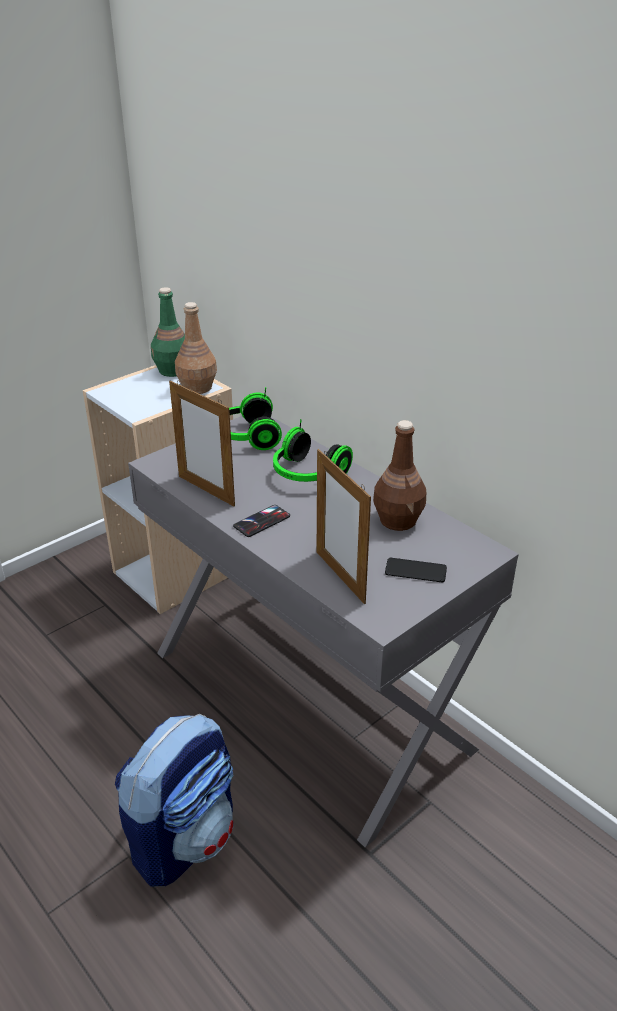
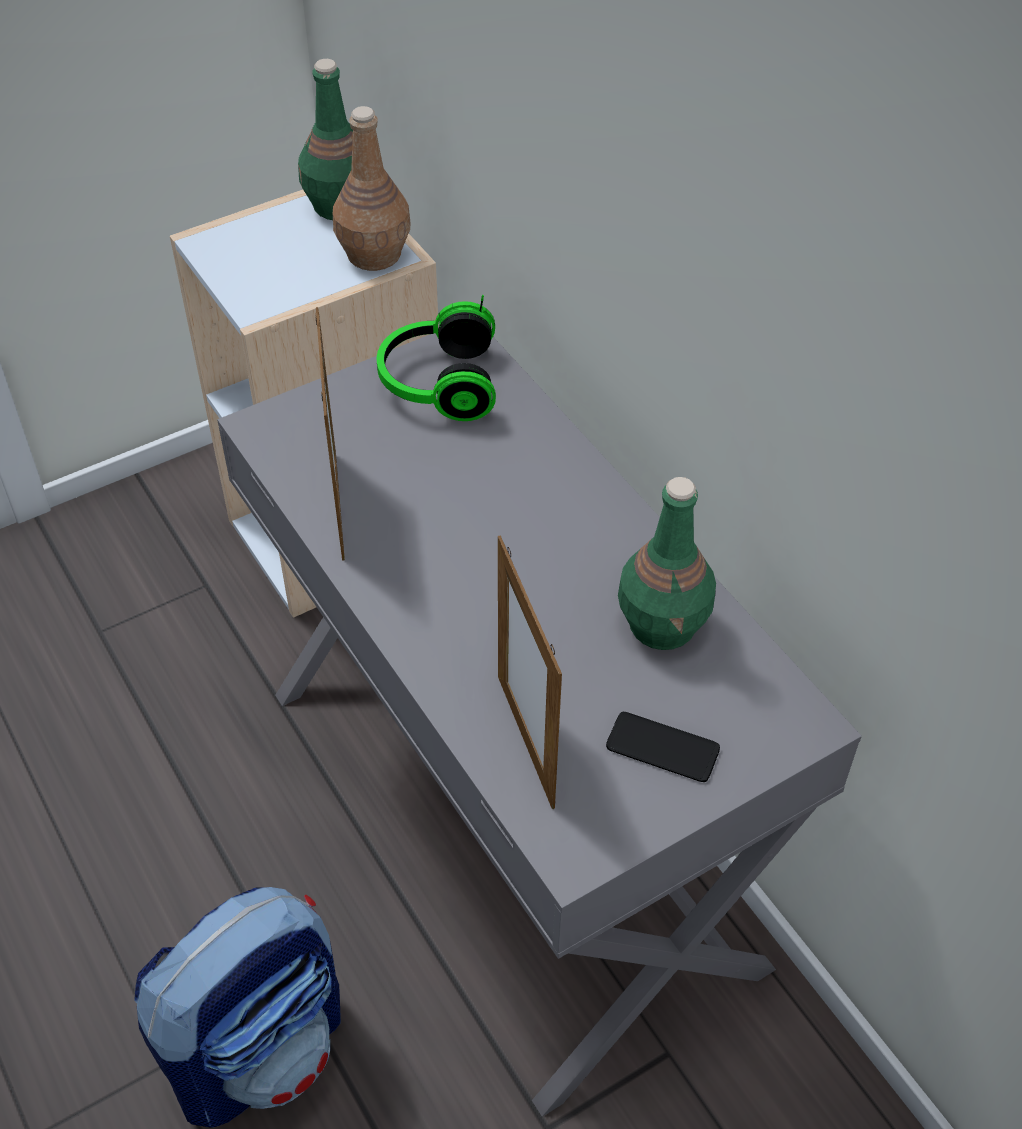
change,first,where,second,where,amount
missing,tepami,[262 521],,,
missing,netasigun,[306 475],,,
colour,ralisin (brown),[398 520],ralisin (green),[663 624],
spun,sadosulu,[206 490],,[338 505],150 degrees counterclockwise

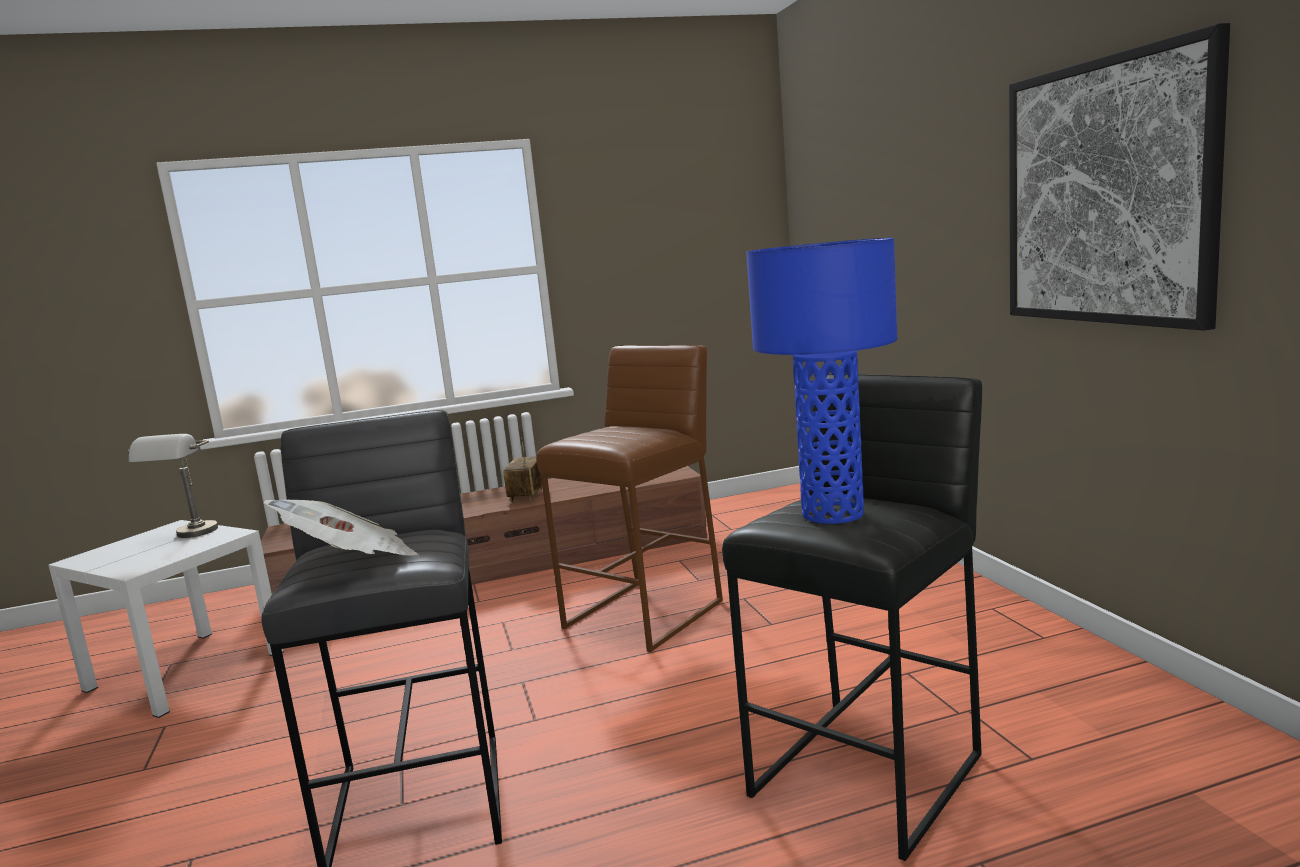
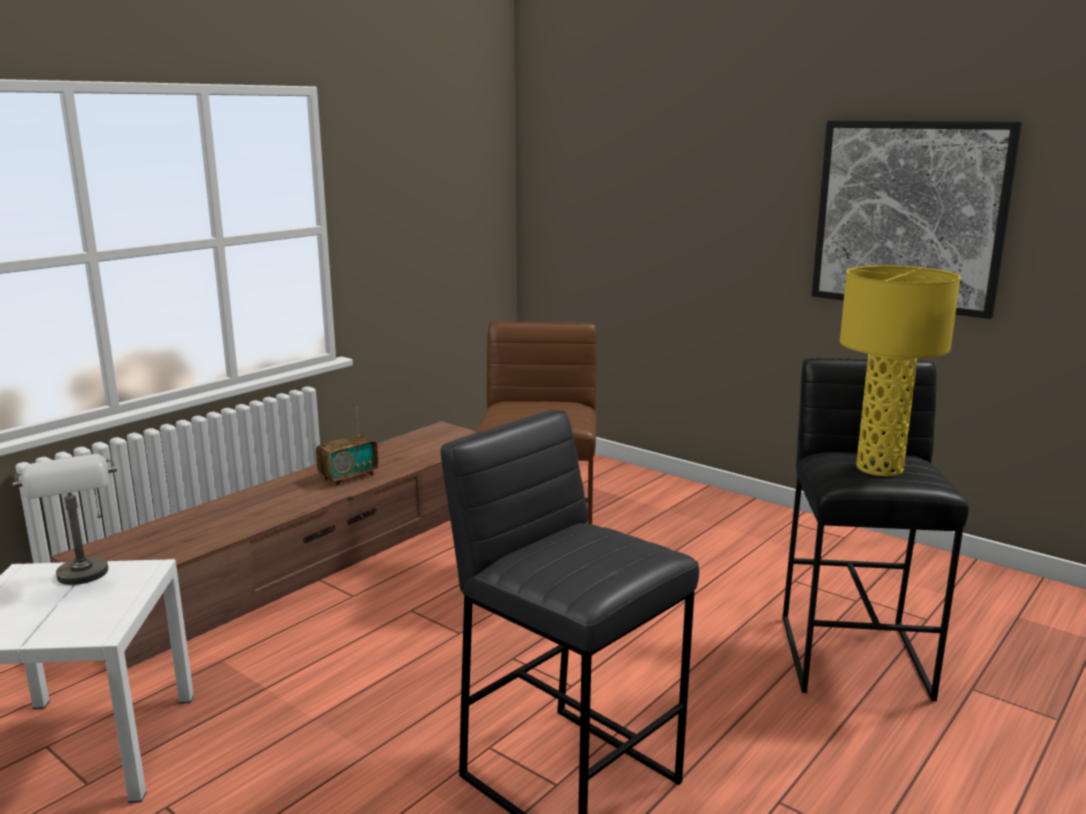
change,first,where,second,where,amount
missing,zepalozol,[351 561],,,
colour,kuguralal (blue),[833 513],kuguralal (yellow),[879 468],
spun,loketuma,[527 495],,[348 477],105 degrees counterclockwise

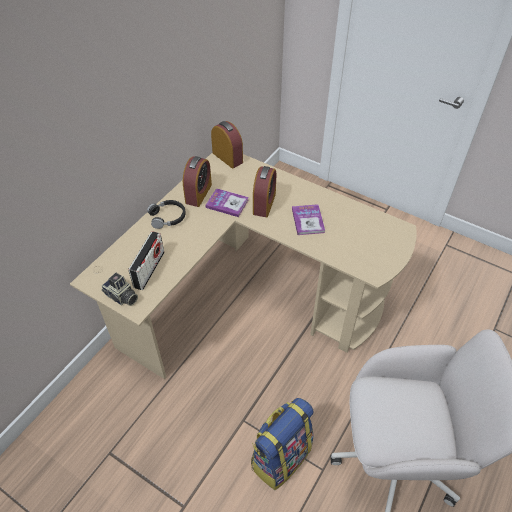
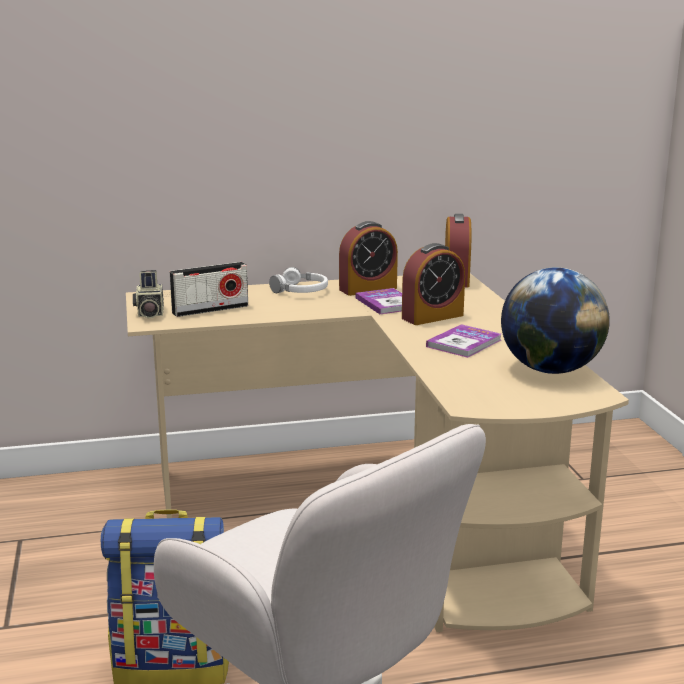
change,first,where,second,where,amount
appeared,,,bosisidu,[550 370],
colour,netasigun (black),[167 217],netasigun (white),[300 291],

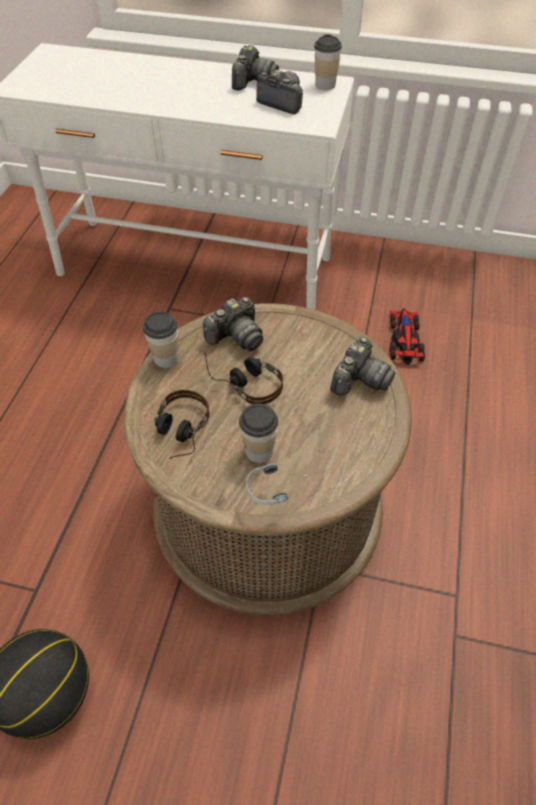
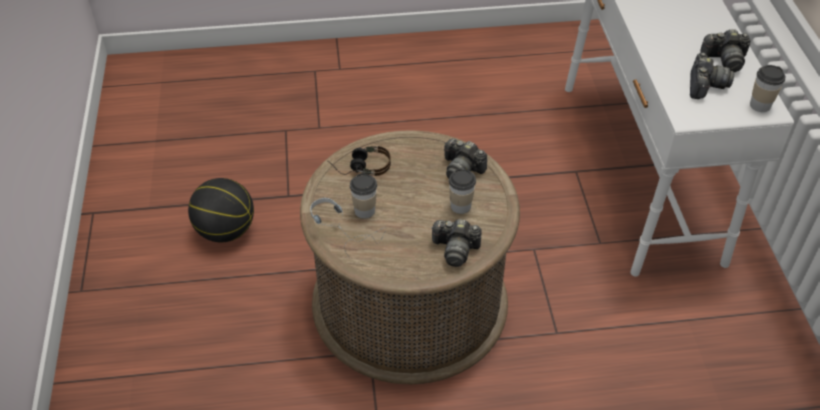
change,first,where,second,where,amount
missing,netasigun,[244 381],,,
missing,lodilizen,[404 338],,,
relocated,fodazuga,[166 358],,[460 206],

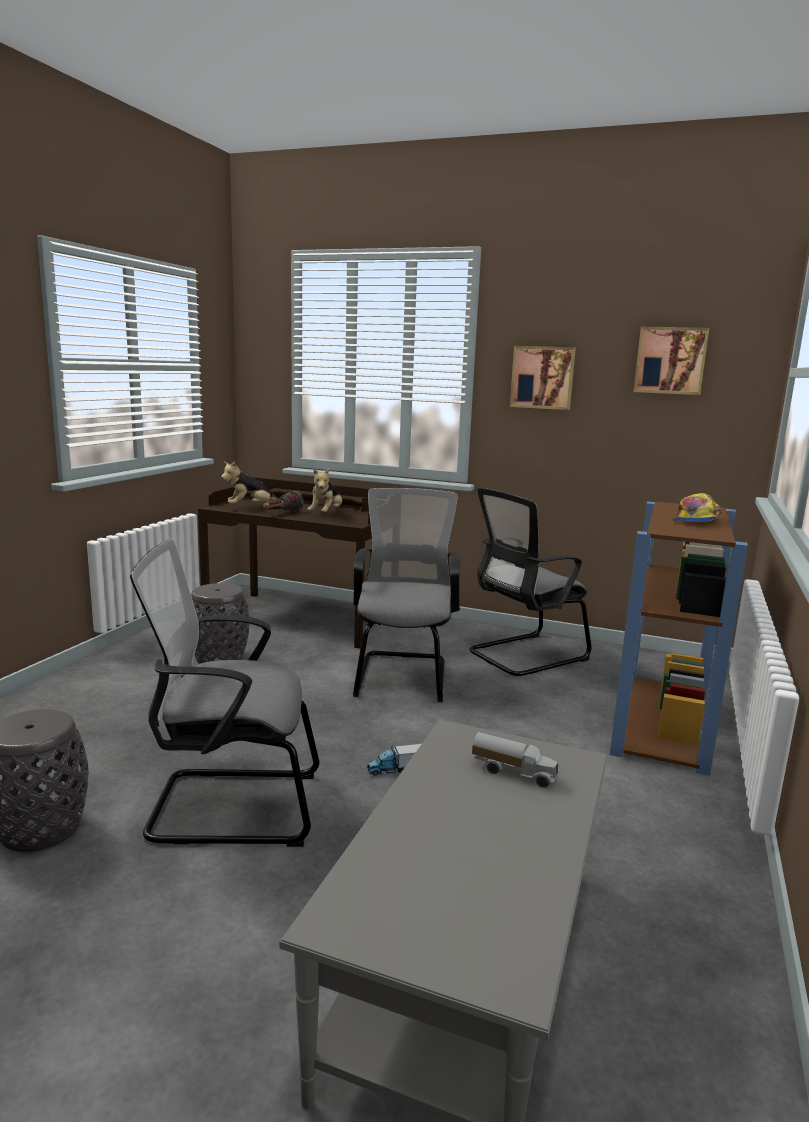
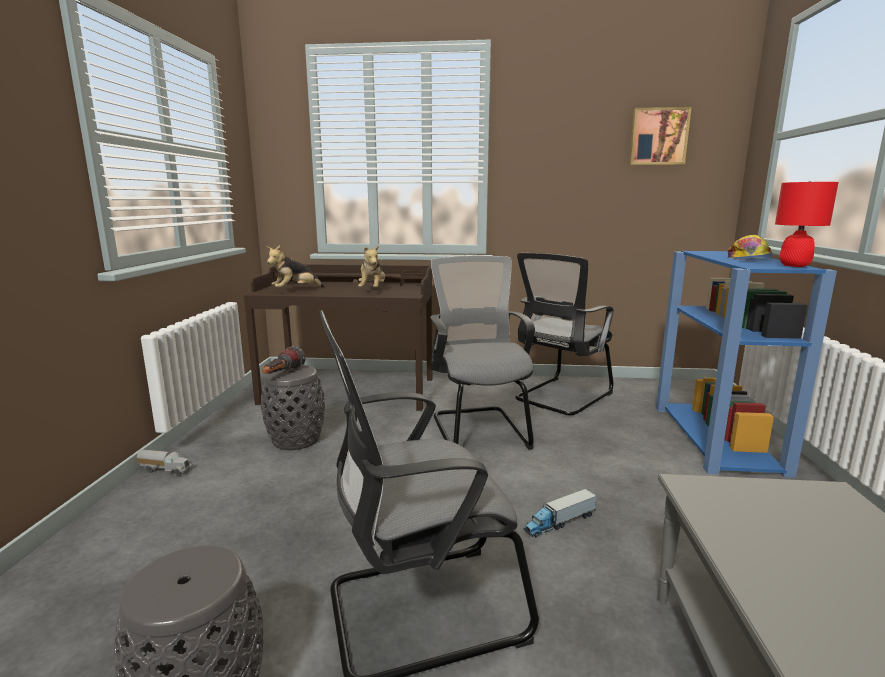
change,first,where,second,where,amount
missing,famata,[542 377],,,
appeared,,,kuguralal (red),[795 266],
relocated,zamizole,[281 513],,[282 374],
relocated,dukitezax,[514 772],,[166 470],
colour,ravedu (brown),[661 724],ravedu (blue),[715 438],

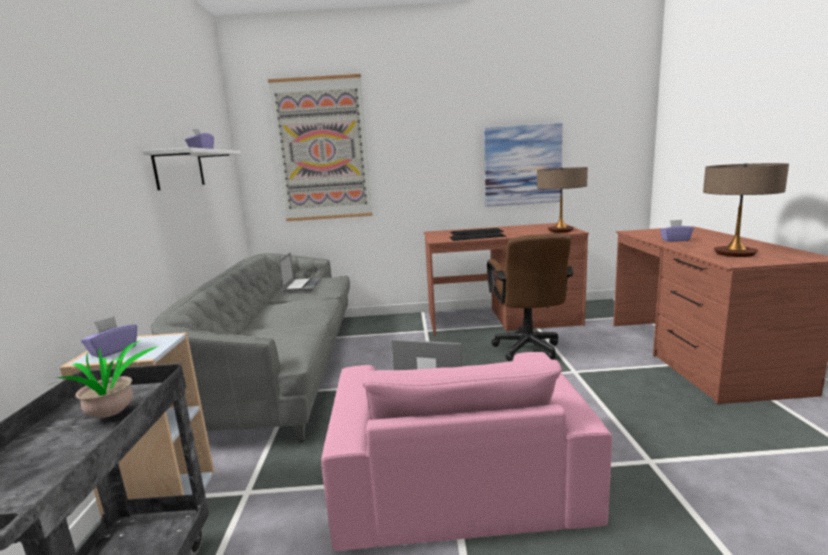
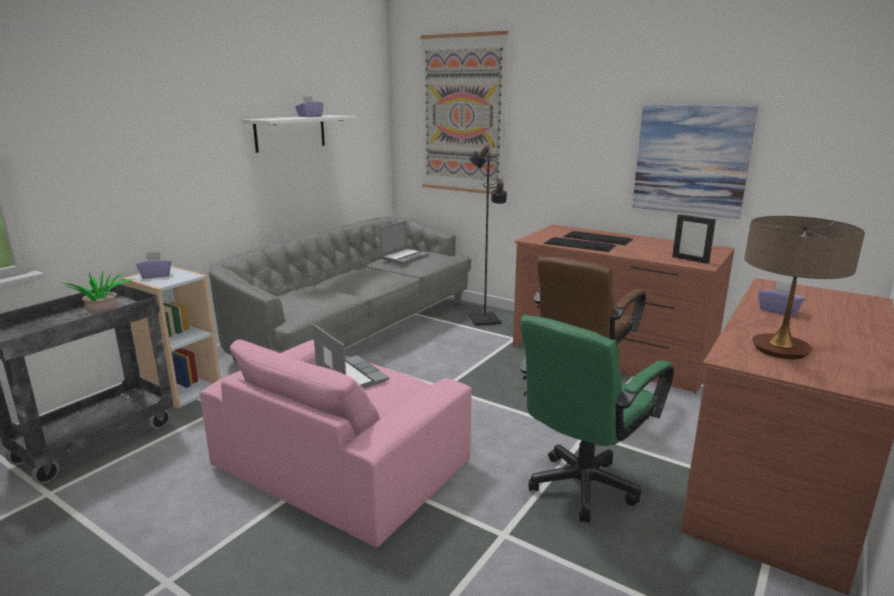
change,first,where,second,where,amount
appeared,,,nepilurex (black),[485 320],
appeared,,,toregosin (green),[580 491],
exchanged,kuguralal,[560 230],sadosulu,[690 259],

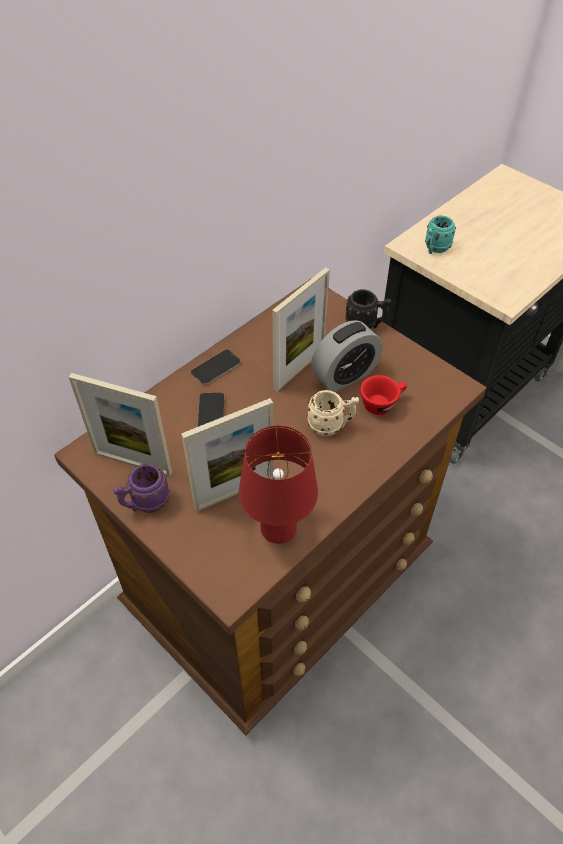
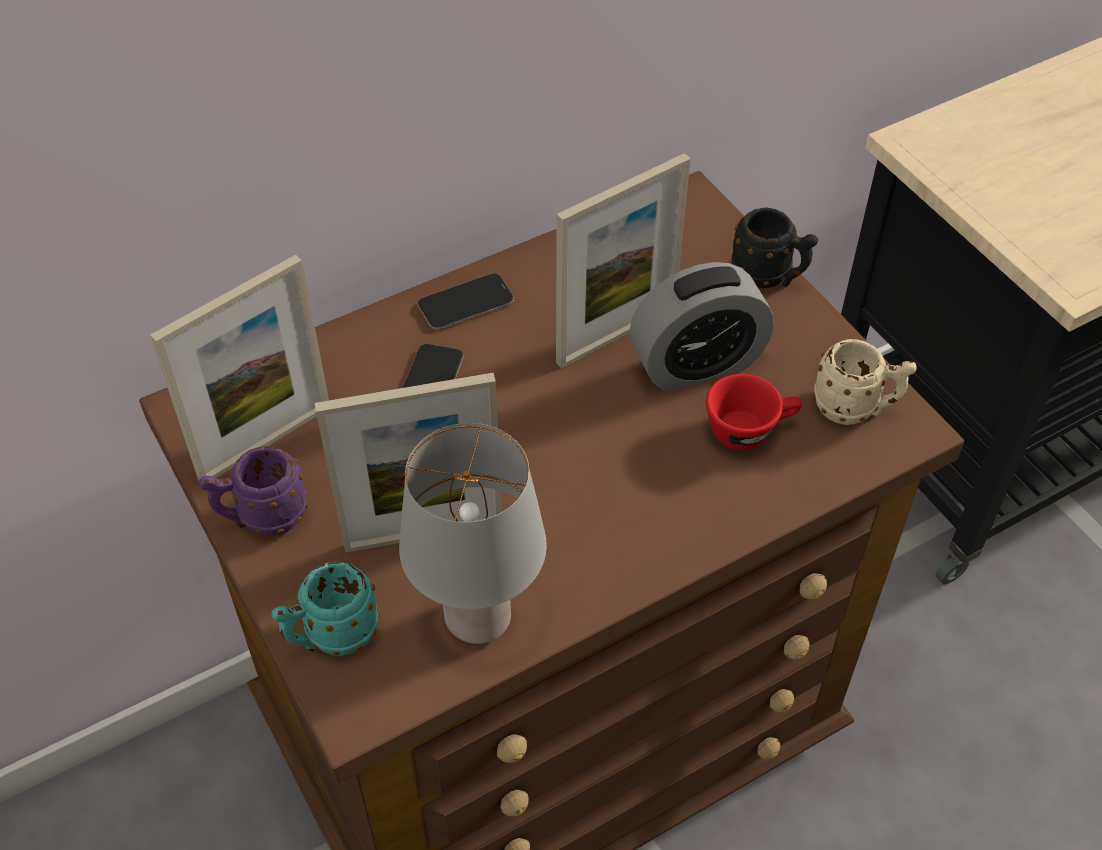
change,first,where,second,where,amount
relocated,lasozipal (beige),[331 426],,[855 409],
relocated,lasozipal (turquoise),[434 249],,[331 637],
colour,kuguralal (red),[277 530],kuguralal (grey),[476 619],
spun,sadosulu,[133 463],,[265 442],75 degrees counterclockwise

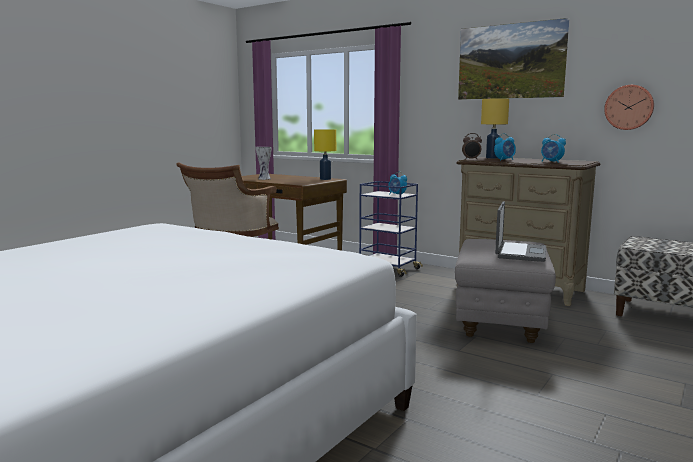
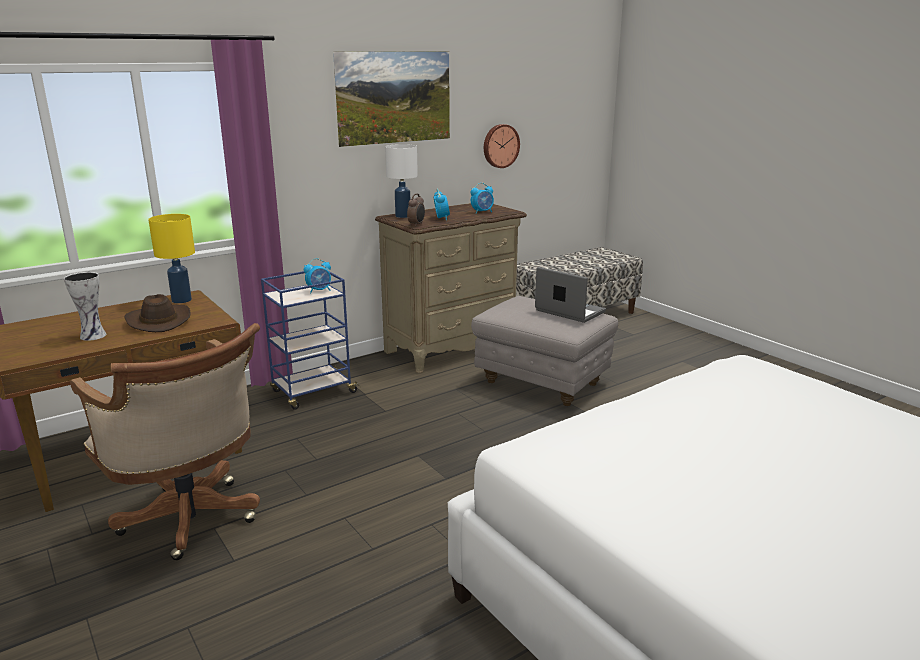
change,first,where,second,where,amount
appeared,,,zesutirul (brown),[158 321],
colour,kuguralal (yellow),[492 158],kuguralal (white),[402 216],

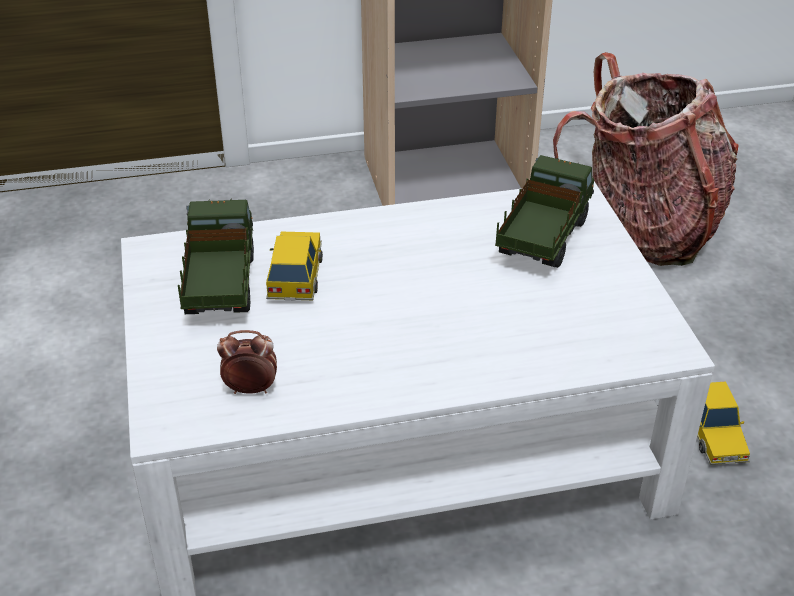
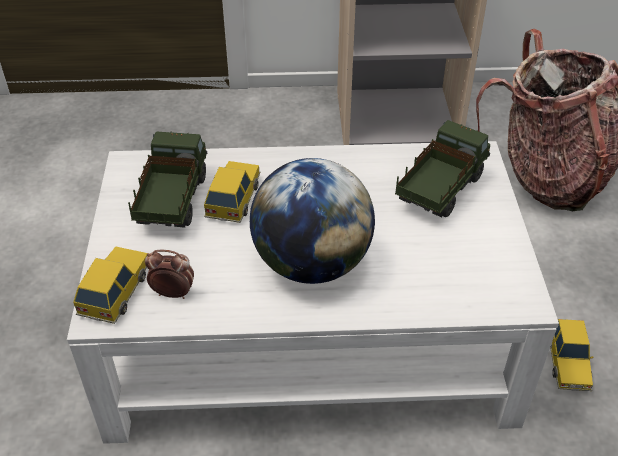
change,first,where,second,where,amount
appeared,,,lodilizen,[116 290],
appeared,,,bosisidu,[312 264],

